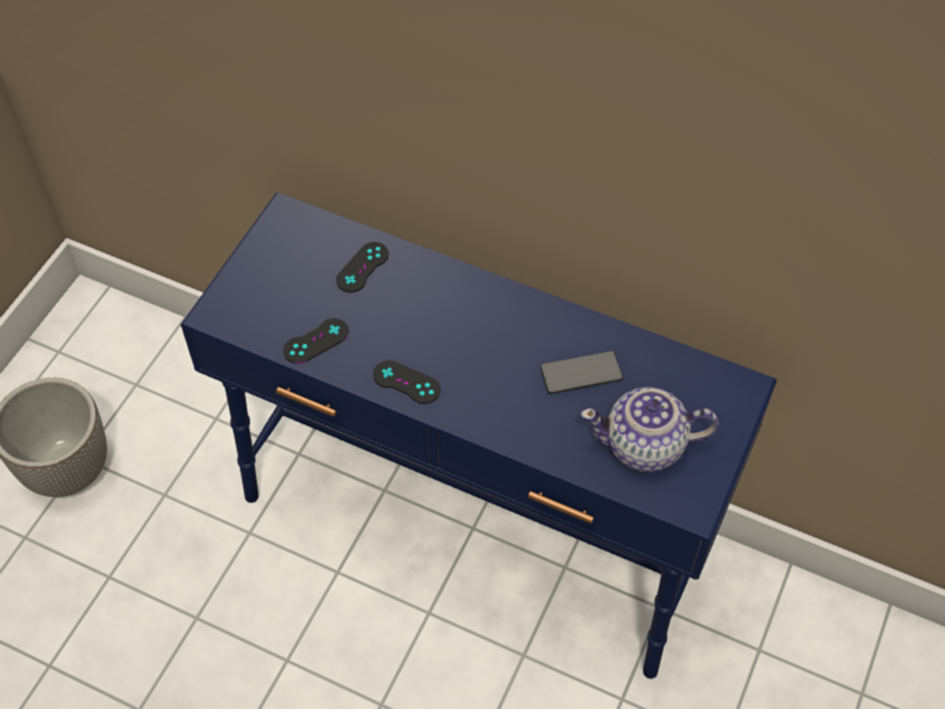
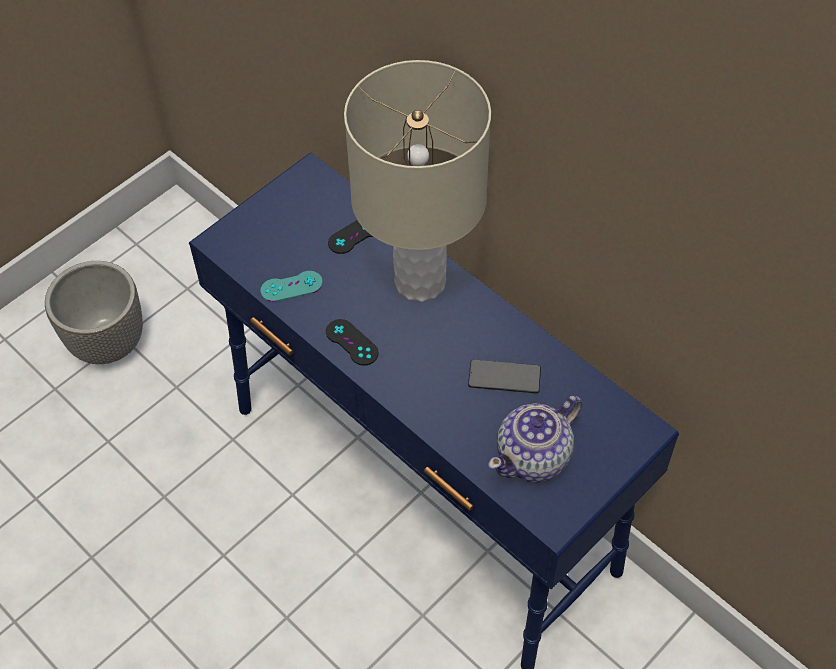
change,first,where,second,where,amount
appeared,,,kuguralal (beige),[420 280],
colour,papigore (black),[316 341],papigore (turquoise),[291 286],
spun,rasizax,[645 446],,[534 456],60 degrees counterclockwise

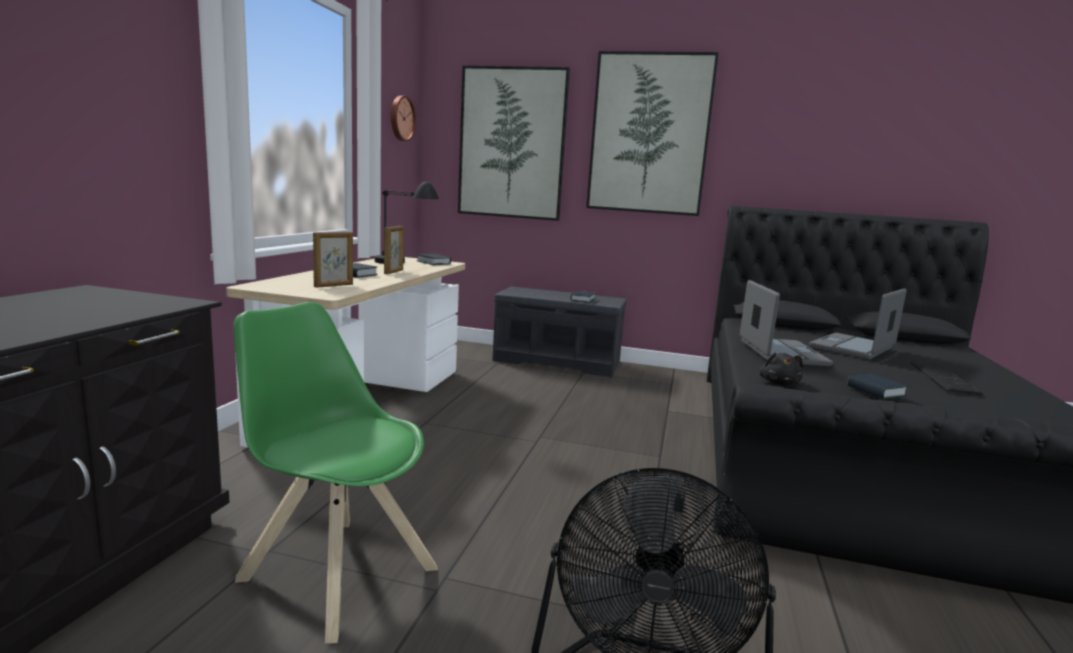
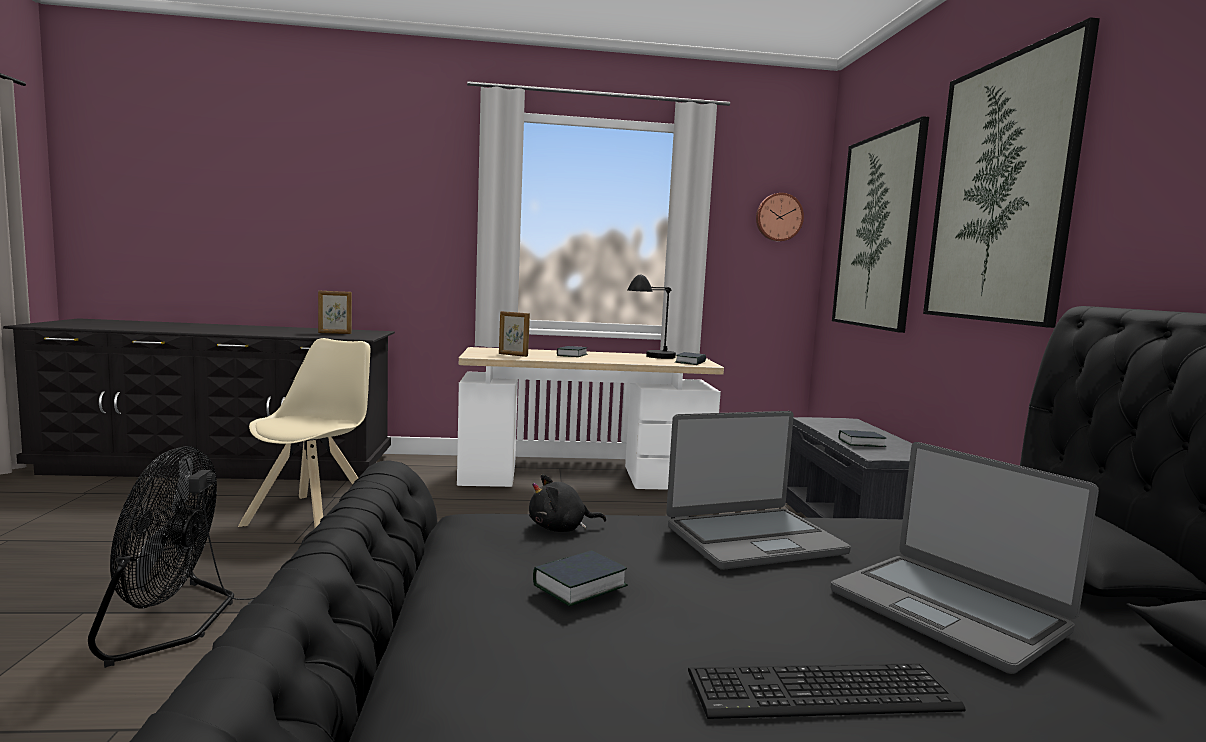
change,first,where,second,where,amount
relocated,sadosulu,[394 272],,[335 333],
colour,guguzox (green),[335 571],guguzox (beige),[313 514],
spun,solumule,[853 348],,[948 610],150 degrees counterclockwise

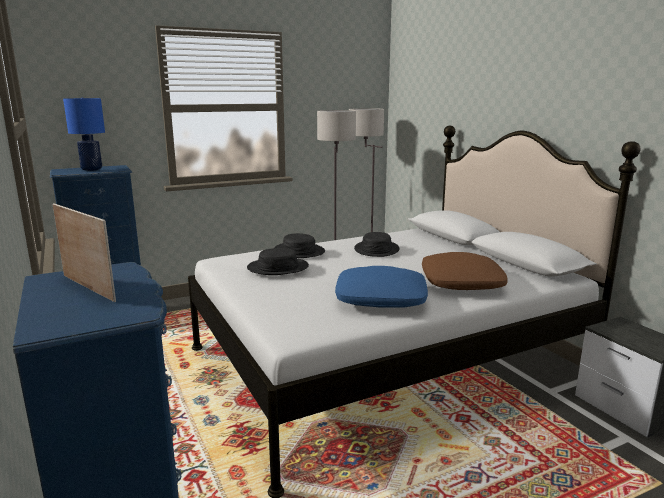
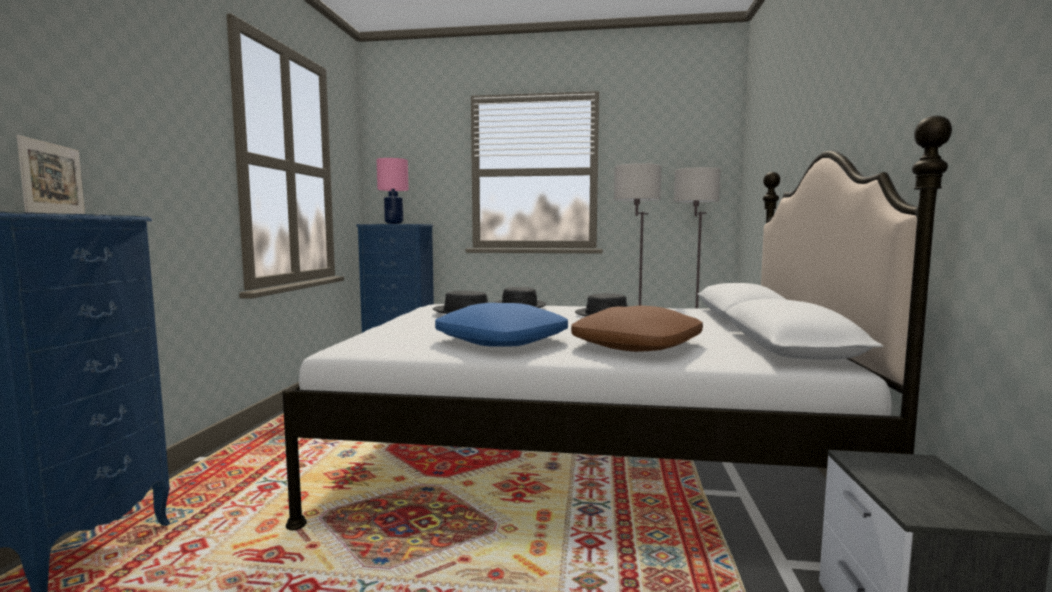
change,first,where,second,where,amount
colour,kuguralal (blue),[92 170],kuguralal (pink),[394 223],

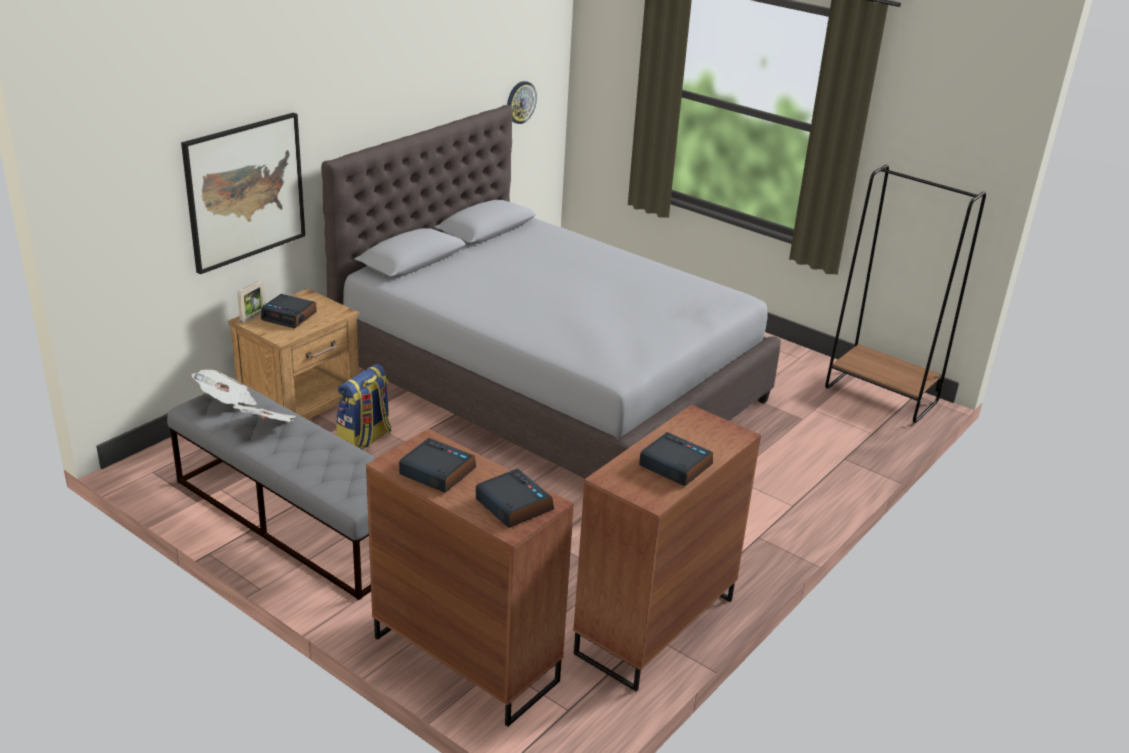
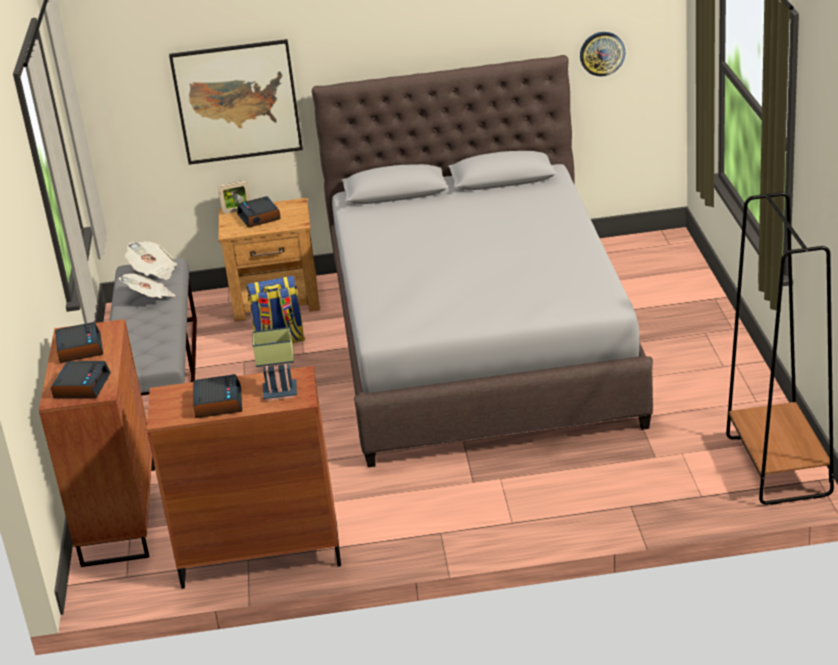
change,first,where,second,where,amount
appeared,,,kuguralal,[278 394],

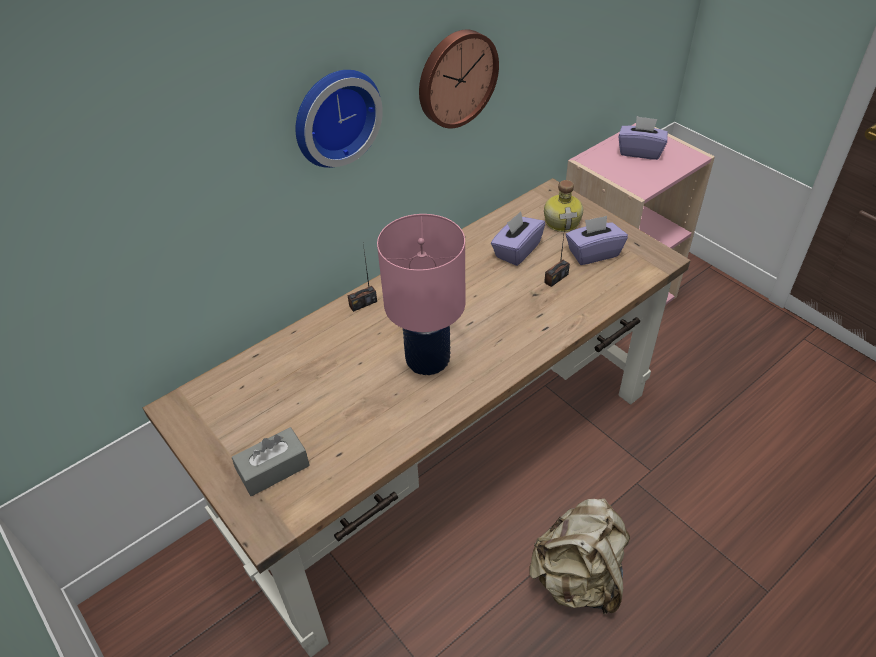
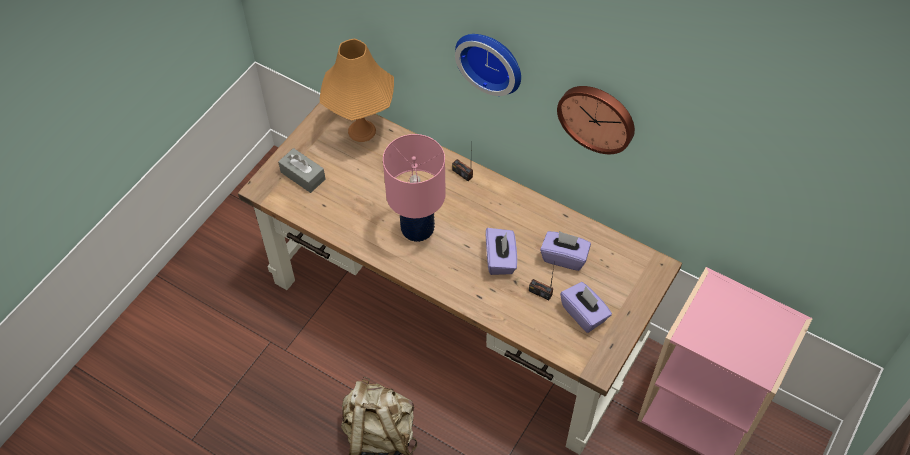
change,first,where,second,where,amount
missing,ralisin,[562 221],,,
appeared,,,kuguralal (orange),[361 131],
relocated,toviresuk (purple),[640 151],,[500 259],

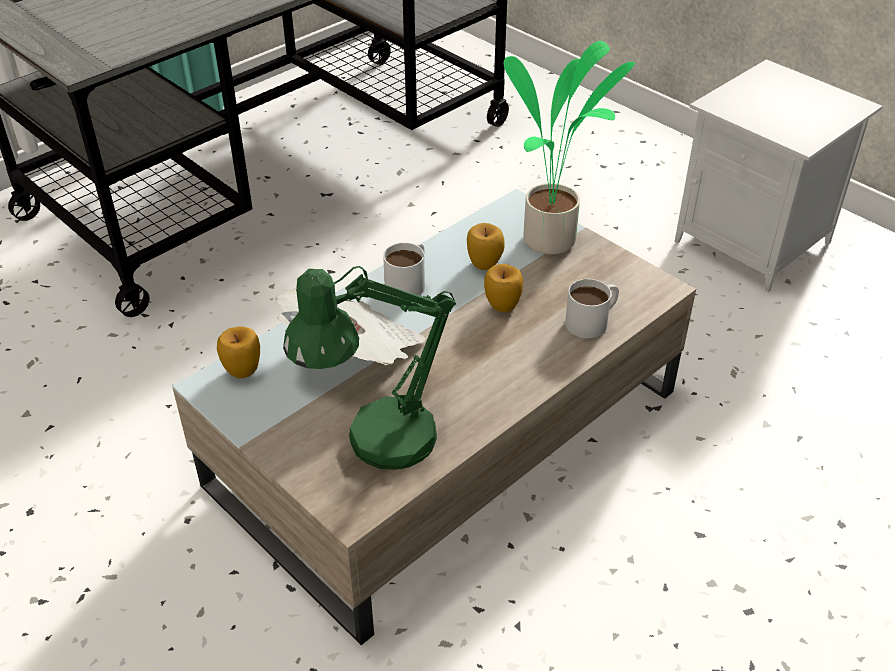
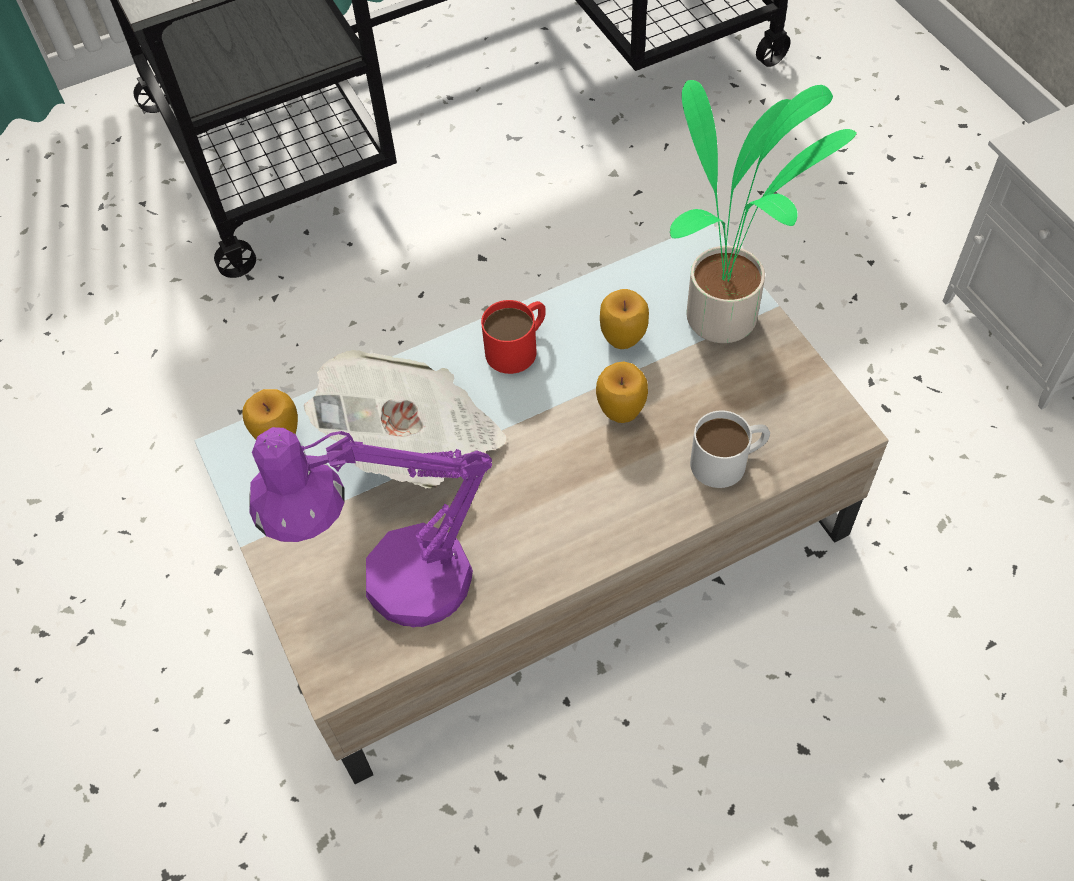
change,first,where,second,where,amount
colour,kuguralal (green),[376 445],kuguralal (purple),[394 584],
colour,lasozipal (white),[409 281],lasozipal (red),[519 346],

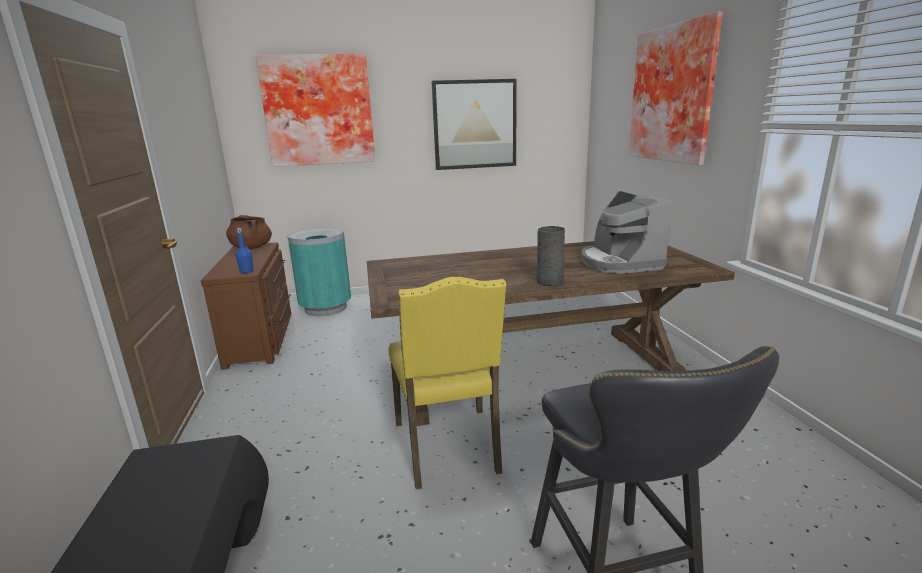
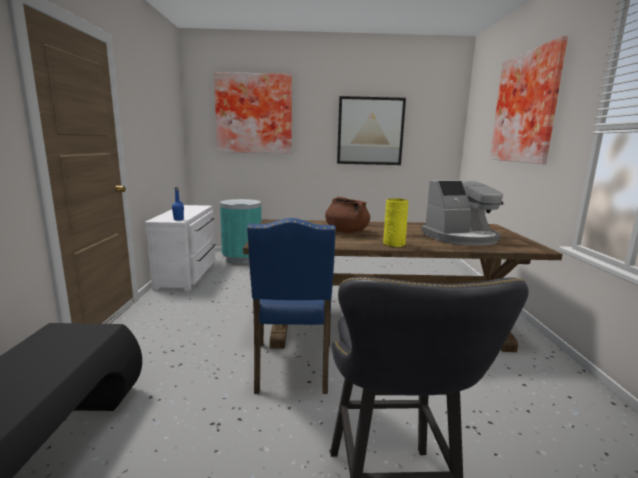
change,first,where,second,where,amount
relocated,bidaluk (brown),[251 247],,[346 231],
colour,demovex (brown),[262 338],demovex (white),[189 274],
colour,guguzox (yellow),[449 447],guguzox (blue),[292 367],
colour,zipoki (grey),[550 281],zipoki (yellow),[394 244],
spun,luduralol,[619 262],,[461 238],105 degrees counterclockwise

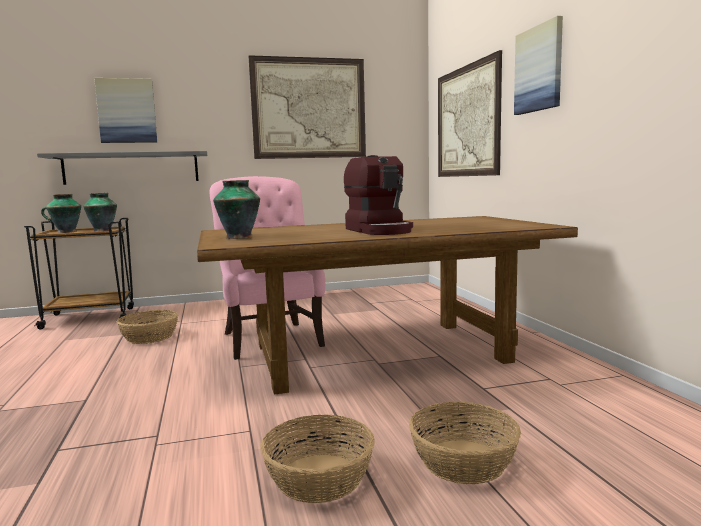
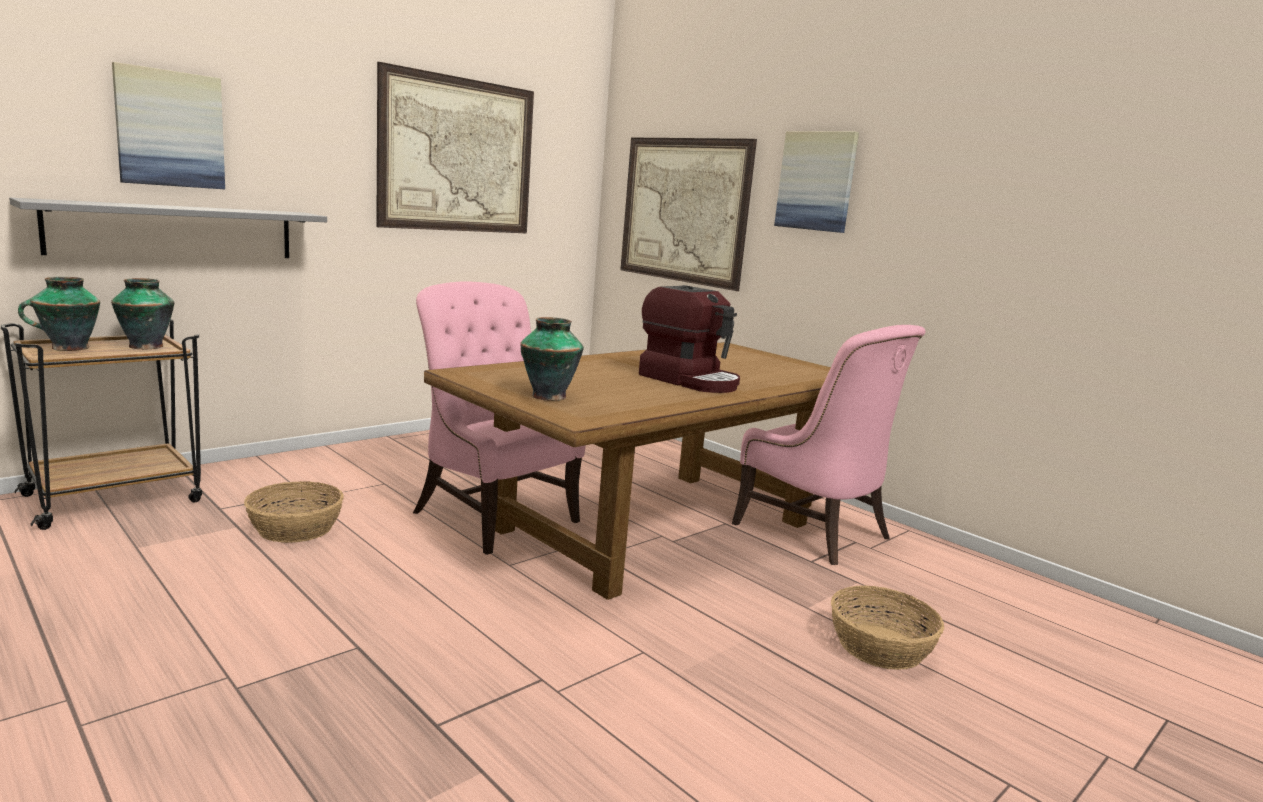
change,first,where,second,where,amount
missing,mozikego,[320 478],,,
appeared,,,guguzox (pink),[814 531],

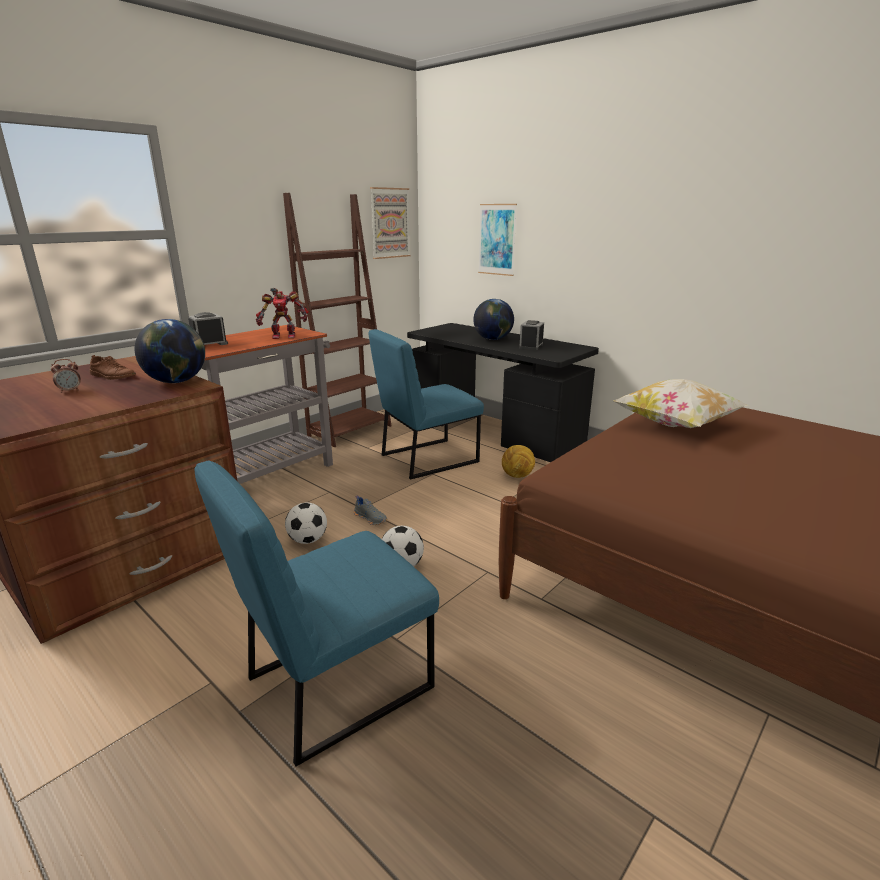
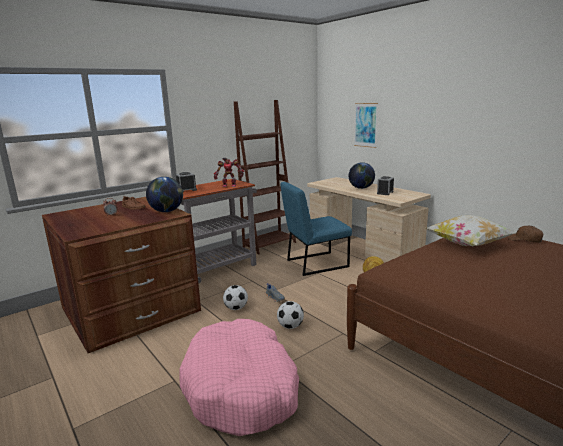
change,first,where,second,where,amount
missing,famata,[390 223],,,
appeared,,,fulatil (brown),[524 239],
exchanged,guguzox (blue),[334 684],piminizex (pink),[242 388],
colour,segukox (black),[494 433],segukox (beige),[362 249],

